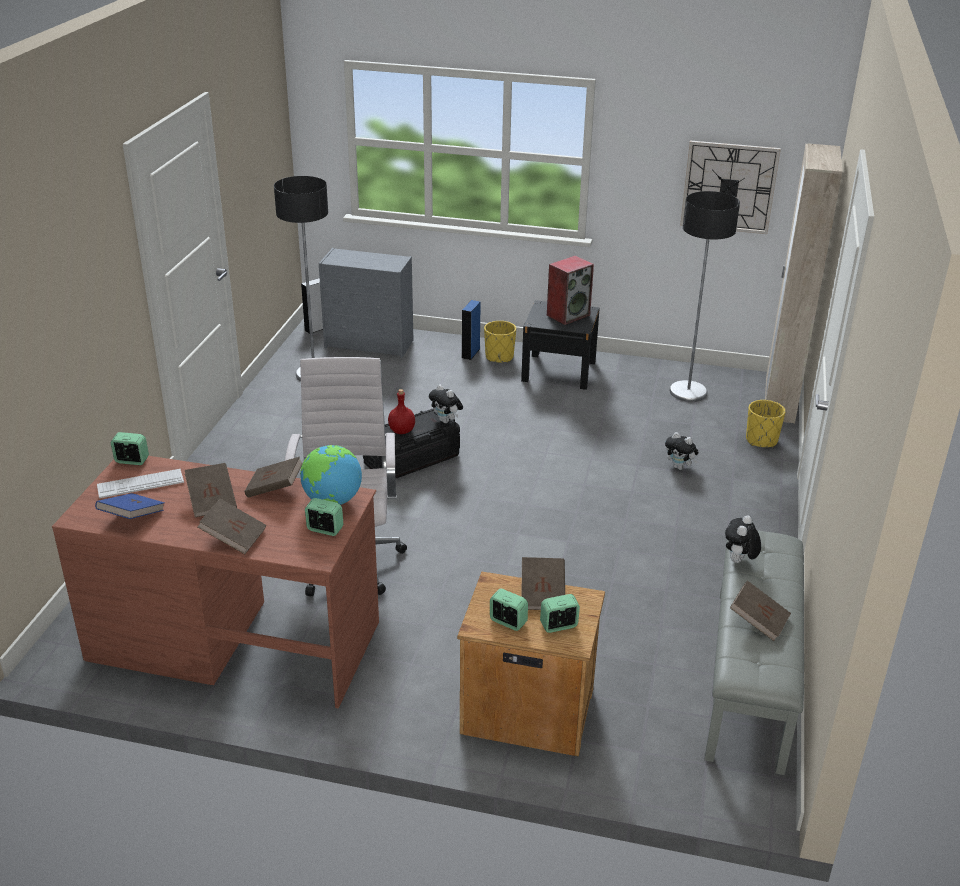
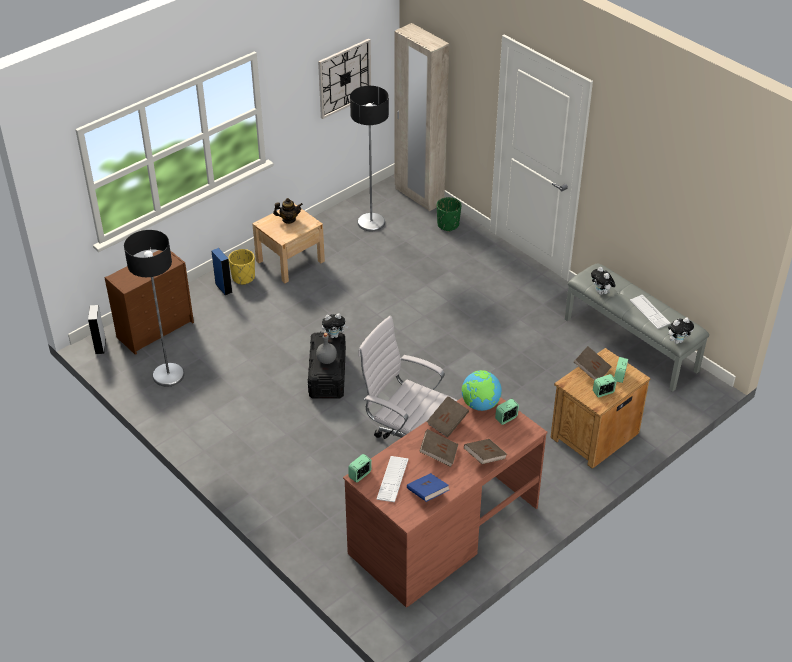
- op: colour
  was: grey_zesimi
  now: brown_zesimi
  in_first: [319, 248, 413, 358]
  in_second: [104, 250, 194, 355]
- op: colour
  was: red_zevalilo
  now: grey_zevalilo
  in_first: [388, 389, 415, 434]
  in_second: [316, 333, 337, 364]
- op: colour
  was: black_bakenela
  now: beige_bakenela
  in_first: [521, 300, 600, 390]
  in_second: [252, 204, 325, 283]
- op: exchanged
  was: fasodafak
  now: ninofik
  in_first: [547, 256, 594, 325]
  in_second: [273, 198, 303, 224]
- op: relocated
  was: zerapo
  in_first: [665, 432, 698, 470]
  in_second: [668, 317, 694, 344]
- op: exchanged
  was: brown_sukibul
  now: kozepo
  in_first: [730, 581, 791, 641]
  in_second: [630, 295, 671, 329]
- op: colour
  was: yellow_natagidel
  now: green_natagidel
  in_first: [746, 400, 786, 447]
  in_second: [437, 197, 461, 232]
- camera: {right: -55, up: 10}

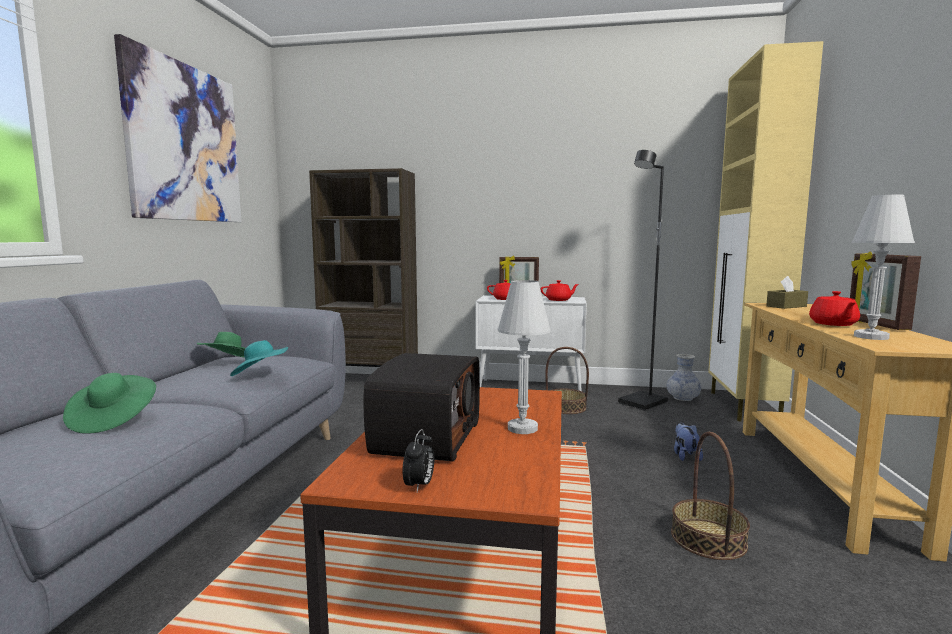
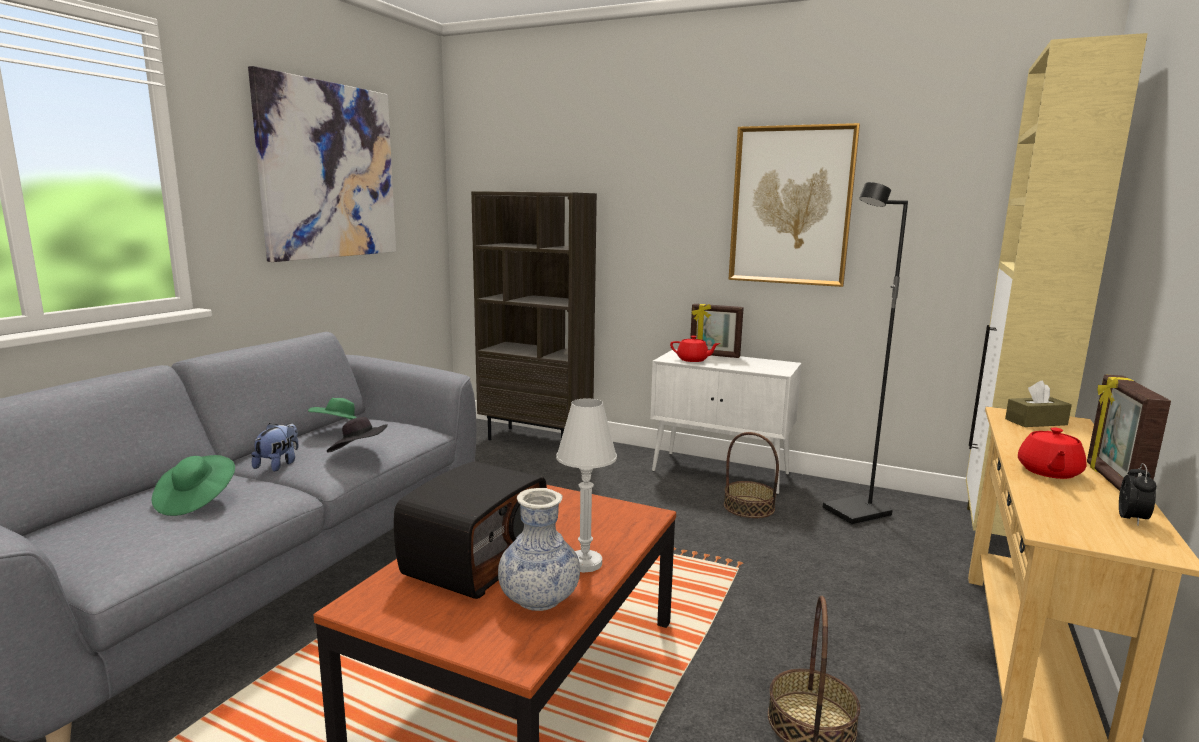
- op: colour
  was: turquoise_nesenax
  now: black_nesenax
  in_first: [230, 340, 288, 376]
  in_second: [327, 417, 388, 452]
- op: relocated
  was: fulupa
  in_first: [403, 429, 434, 492]
  in_second: [1119, 463, 1157, 526]
- op: missing
  was: red_ninofik
  in_first: [540, 280, 579, 301]
- op: relocated
  was: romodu
  in_first: [666, 354, 701, 401]
  in_second: [498, 488, 580, 611]
- op: relocated
  was: zerapo
  in_first: [674, 423, 703, 461]
  in_second: [252, 423, 299, 472]
- op: missing
  was: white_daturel
  in_first: [852, 195, 915, 340]
- op: appeared
  now: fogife
  in_second: [728, 123, 860, 287]
- camera: {right: 15, up: 5}

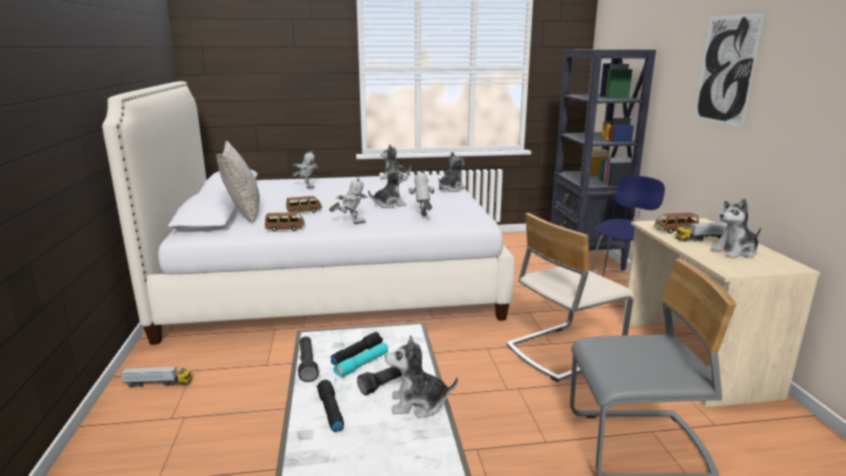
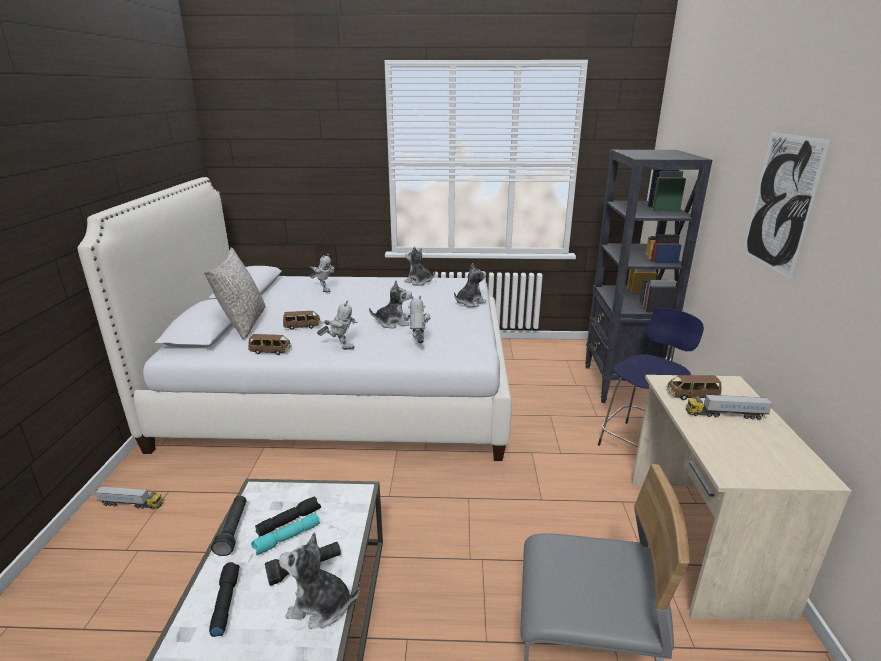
- op: missing
  was: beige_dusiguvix
  in_first: [506, 213, 634, 382]
- op: missing
  was: zerapo
  in_first: [711, 198, 761, 258]
- camera: {right: 10, up: 5}

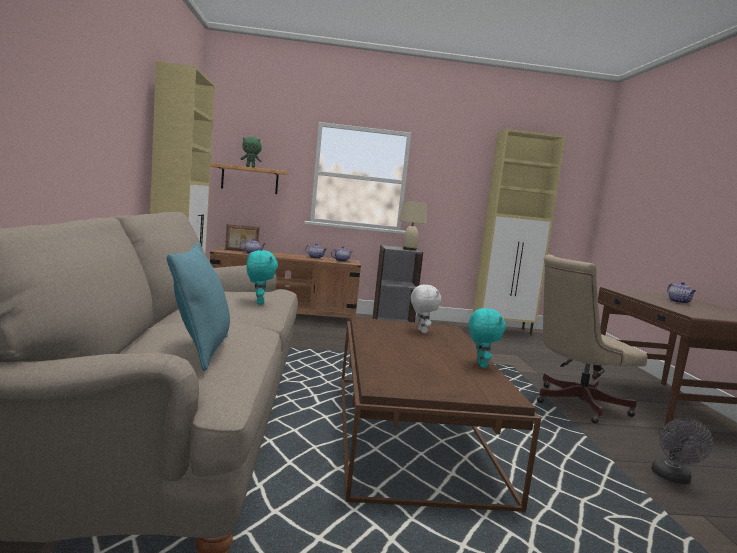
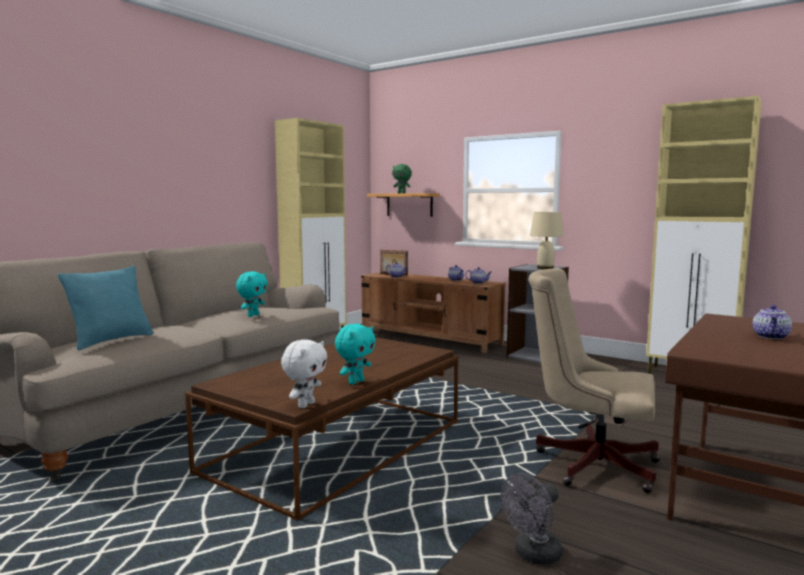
- op: relocated
  was: white_zerapo
  in_first: [411, 285, 441, 333]
  in_second: [281, 339, 327, 408]
- camera: {right: 40, up: 0}

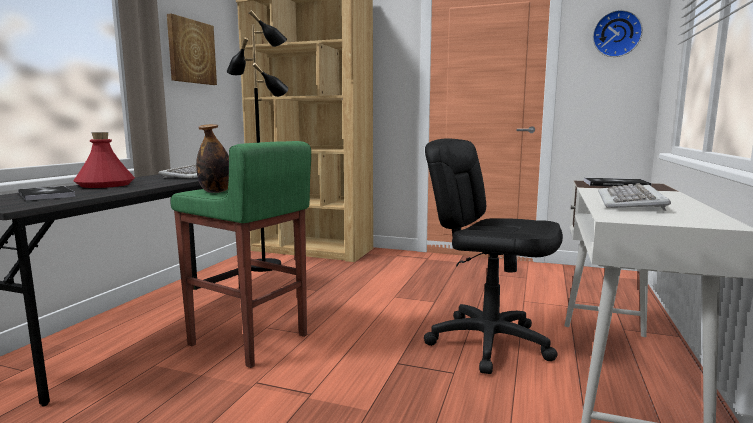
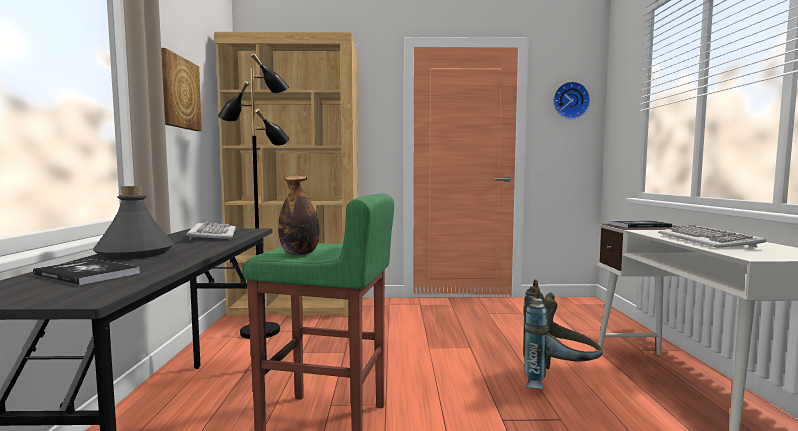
- op: colour
  was: red_zevalilo
  now: grey_zevalilo
  in_first: [73, 132, 135, 188]
  in_second: [93, 186, 174, 259]
- op: exchanged
  was: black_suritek
  now: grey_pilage
  in_first: [424, 139, 563, 374]
  in_second: [523, 279, 602, 389]
- camera: {right: -20, up: -5}

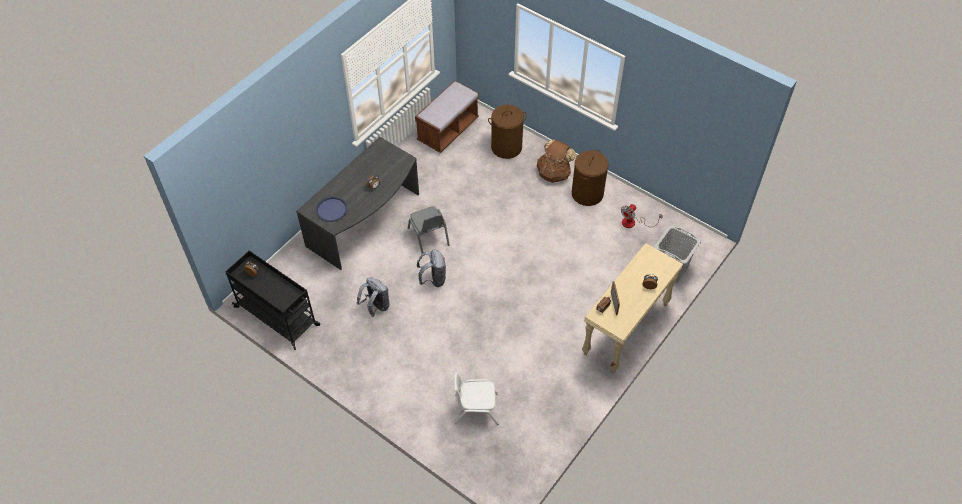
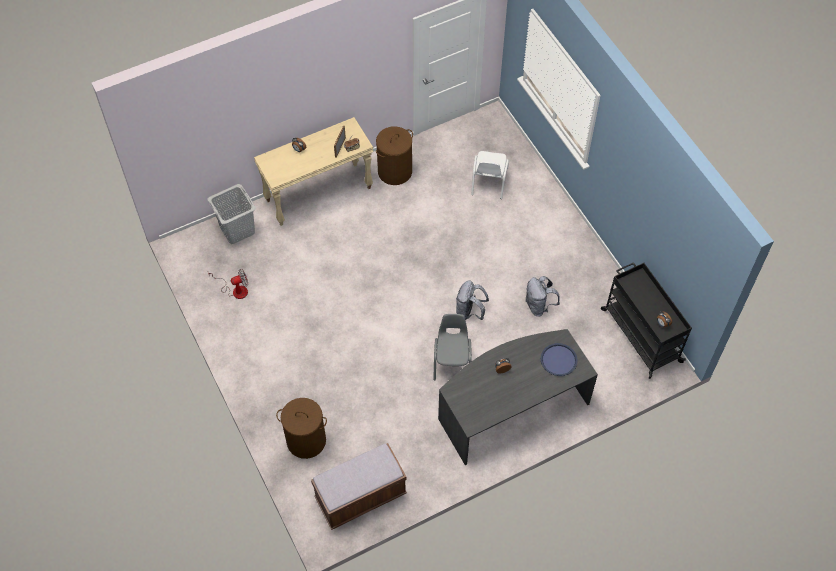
- op: spun
  was: white_dusiguvix
  in_first: [455, 373, 498, 425]
  in_second: [471, 151, 509, 199]
  clockwise: 75
- op: missing
  was: brown_pilage
  in_first: [537, 139, 576, 183]
- op: relocated
  was: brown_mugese
  in_first: [572, 150, 608, 206]
  in_second: [376, 126, 413, 185]
- camera: {right: -155, up: 5}

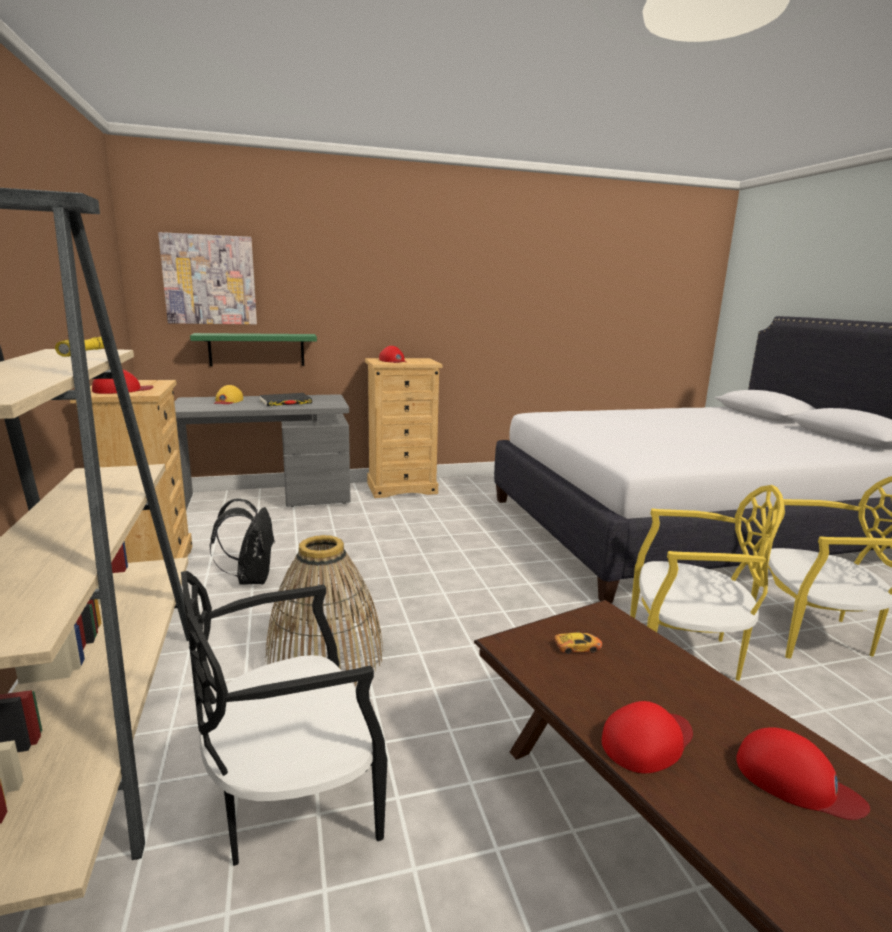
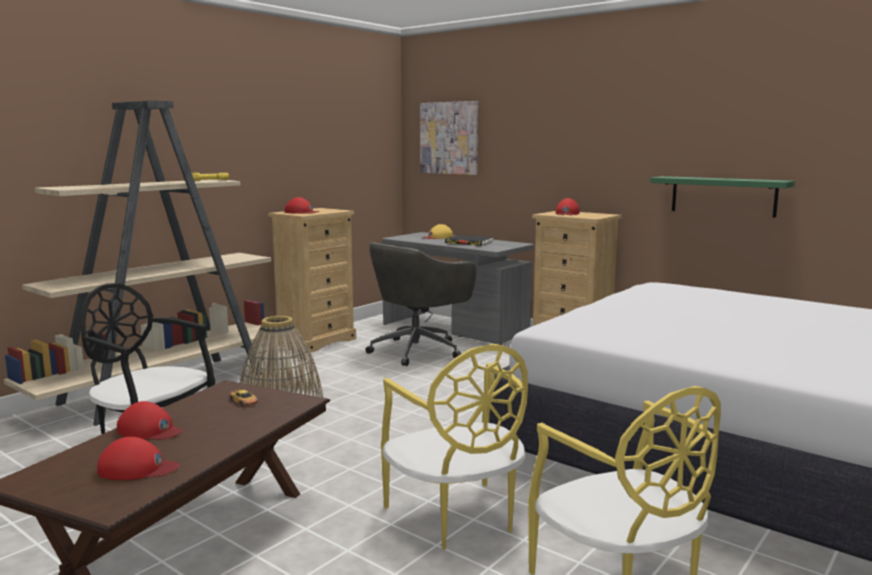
- op: relocated
  was: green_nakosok
  in_first: [190, 333, 317, 366]
  in_second: [650, 176, 795, 218]
- op: missing
  was: black_pilage
  in_first: [209, 498, 275, 585]
- op: spun
  was: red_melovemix
  in_first: [736, 727, 870, 820]
  in_second: [97, 437, 180, 480]
  clockwise: -90
- op: appeared
  now: grey_suritek
  in_second: [365, 242, 476, 366]
- camera: {right: 55, up: -5}

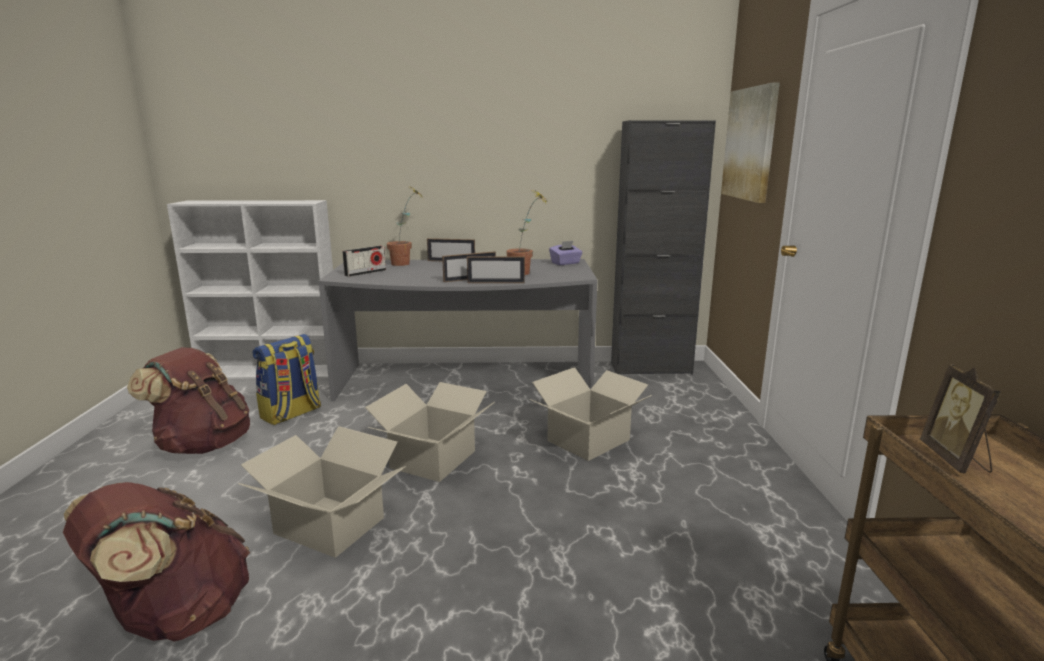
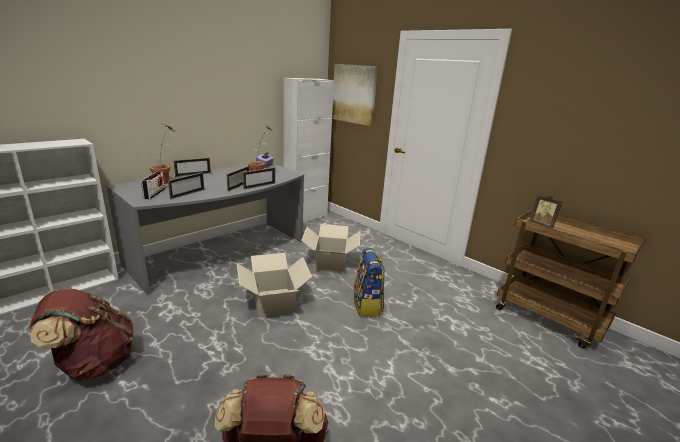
- op: missing
  was: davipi
  in_first: [238, 426, 406, 558]
- op: relocated
  was: pilage
  in_first: [253, 334, 321, 425]
  in_second: [353, 248, 385, 317]
- op: colour
  was: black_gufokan
  now: white_gufokan
  in_first: [611, 120, 716, 375]
  in_second: [283, 78, 334, 223]
- op: appeared
  now: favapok
  in_second: [168, 172, 204, 199]
- camera: {right: -45, up: 5}

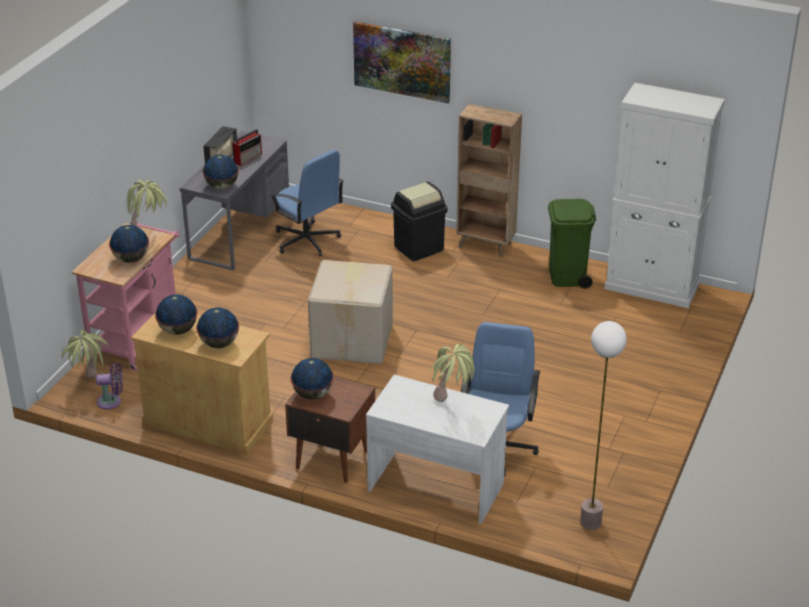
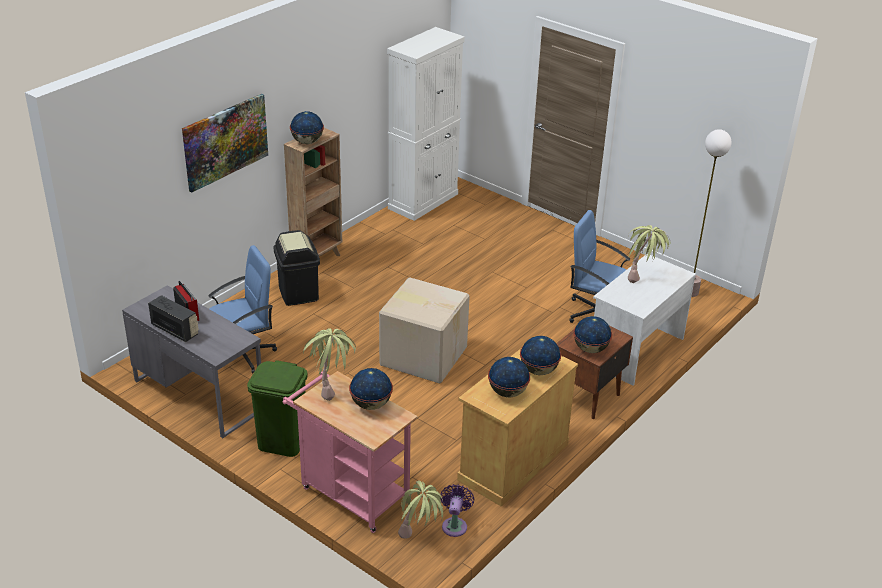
- op: relocated
  was: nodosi
  in_first: [203, 155, 239, 189]
  in_second: [290, 111, 324, 144]
- op: relocated
  was: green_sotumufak
  in_first: [548, 199, 596, 289]
  in_second: [247, 360, 308, 457]
- camera: {right: -75, up: 0}

